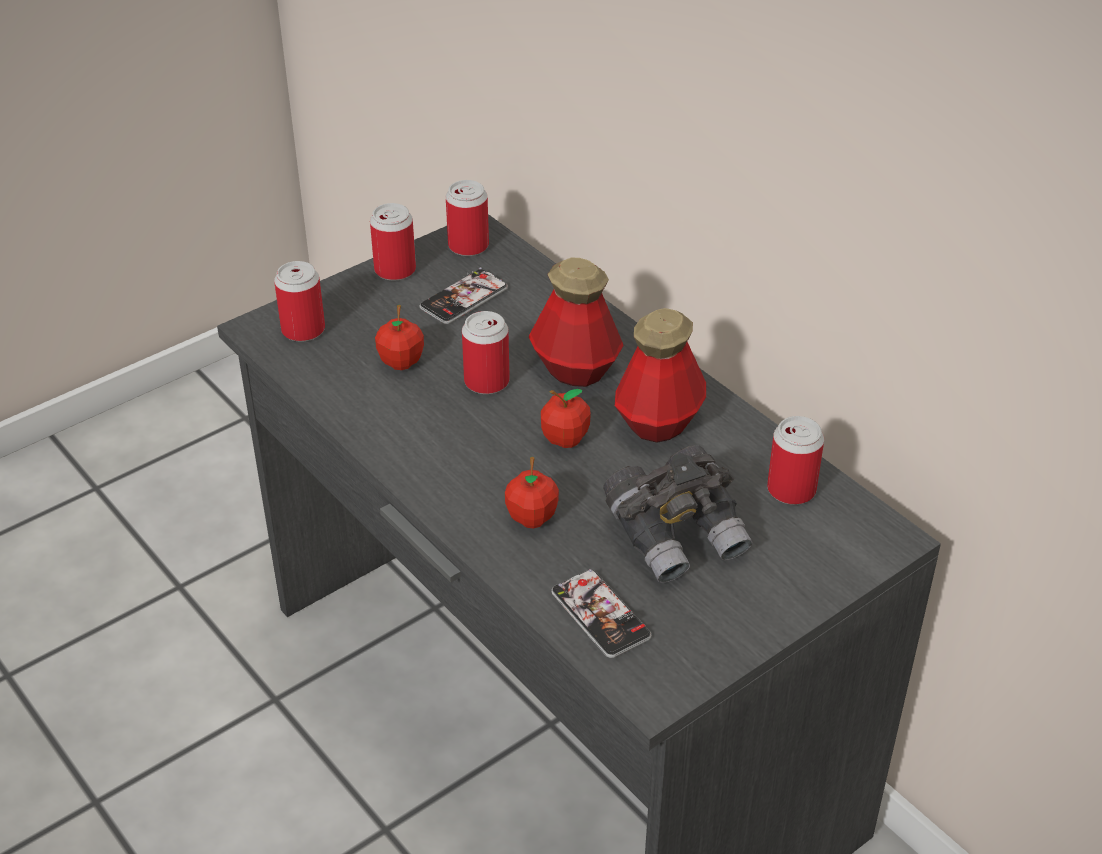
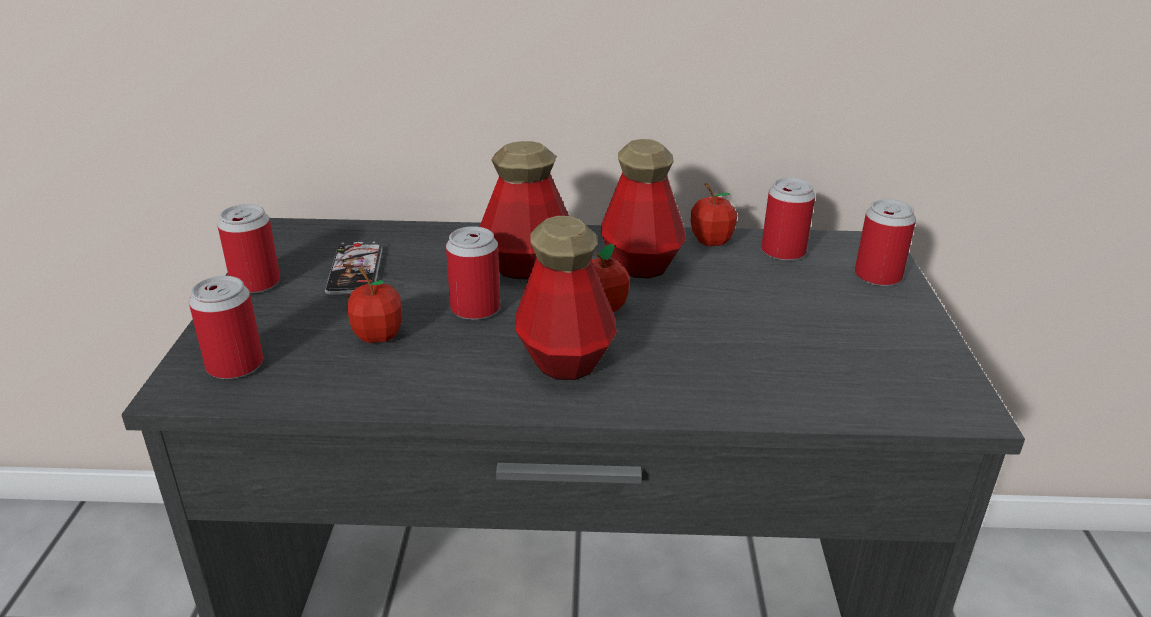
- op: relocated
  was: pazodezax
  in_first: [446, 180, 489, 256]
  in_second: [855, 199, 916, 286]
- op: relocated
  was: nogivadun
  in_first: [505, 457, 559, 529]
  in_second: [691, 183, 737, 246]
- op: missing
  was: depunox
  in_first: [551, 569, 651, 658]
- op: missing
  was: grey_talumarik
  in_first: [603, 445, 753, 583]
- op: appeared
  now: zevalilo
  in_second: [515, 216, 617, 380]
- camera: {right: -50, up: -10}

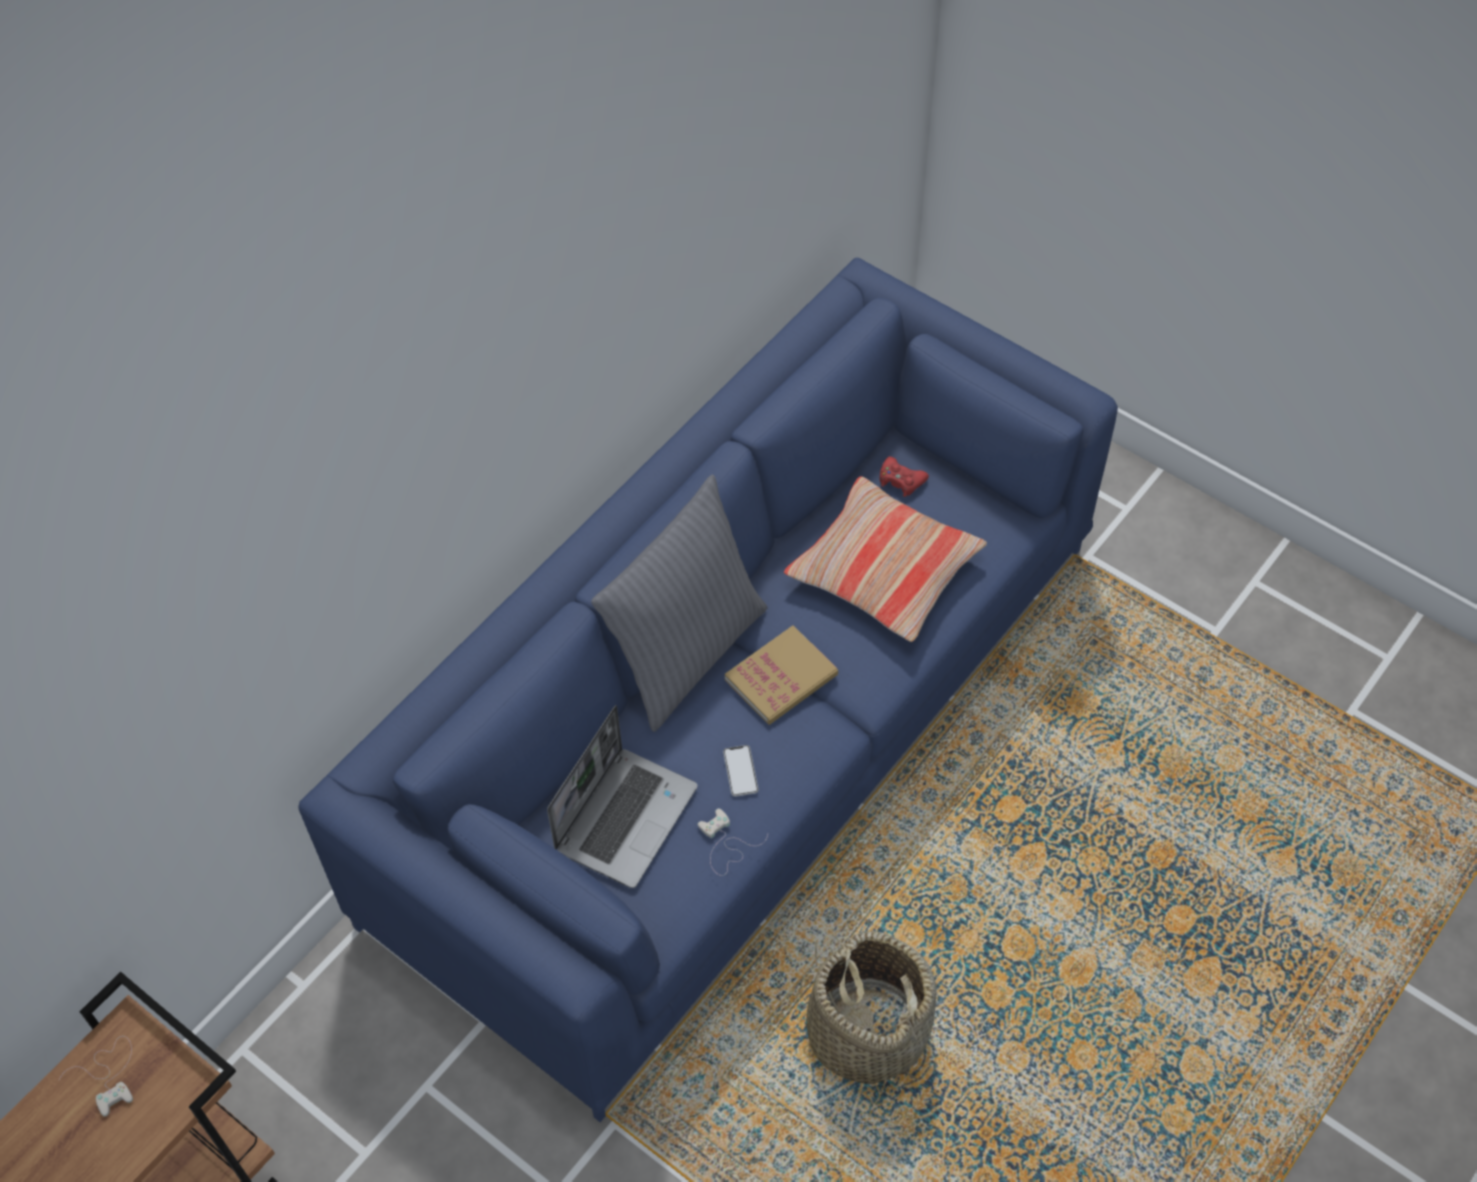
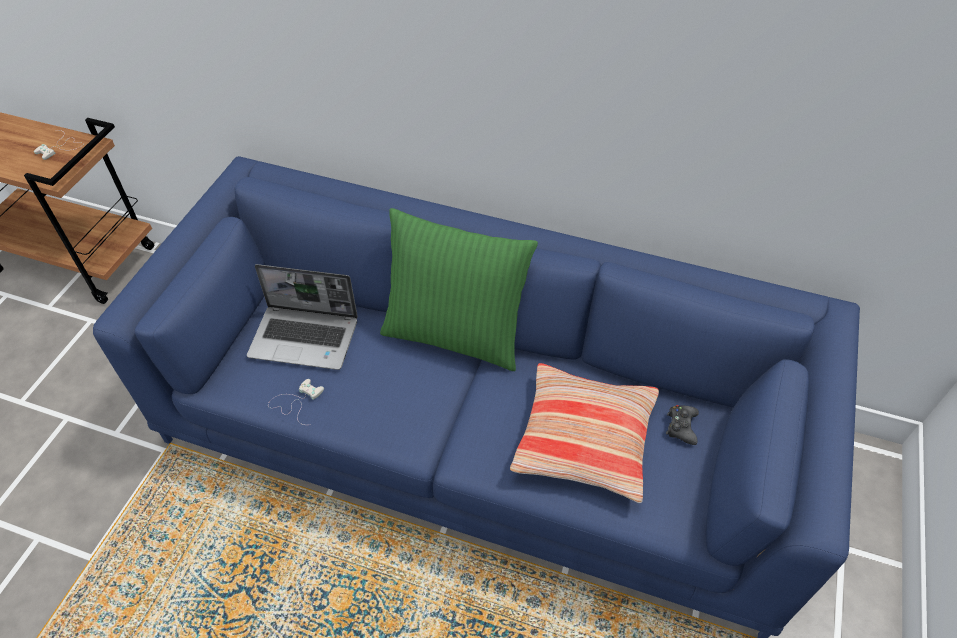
- op: colour
  was: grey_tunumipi
  now: green_tunumipi
  in_first: [591, 475, 767, 732]
  in_second: [380, 208, 538, 371]
- op: missing
  was: depunox
  in_first: [723, 745, 759, 797]
- op: missing
  was: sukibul
  in_first: [725, 625, 838, 725]
- op: missing
  was: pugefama
  in_first: [806, 931, 937, 1084]
- op: colour
  was: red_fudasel
  now: black_fudasel
  in_first: [880, 457, 929, 497]
  in_second: [666, 405, 699, 445]
- camera: {right: 70, up: -5}

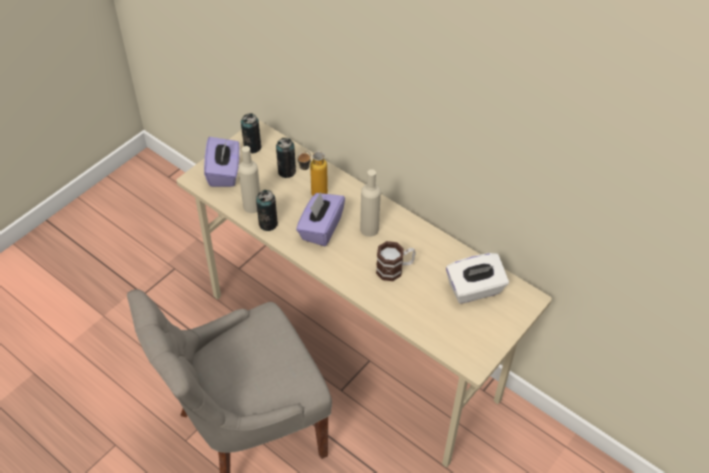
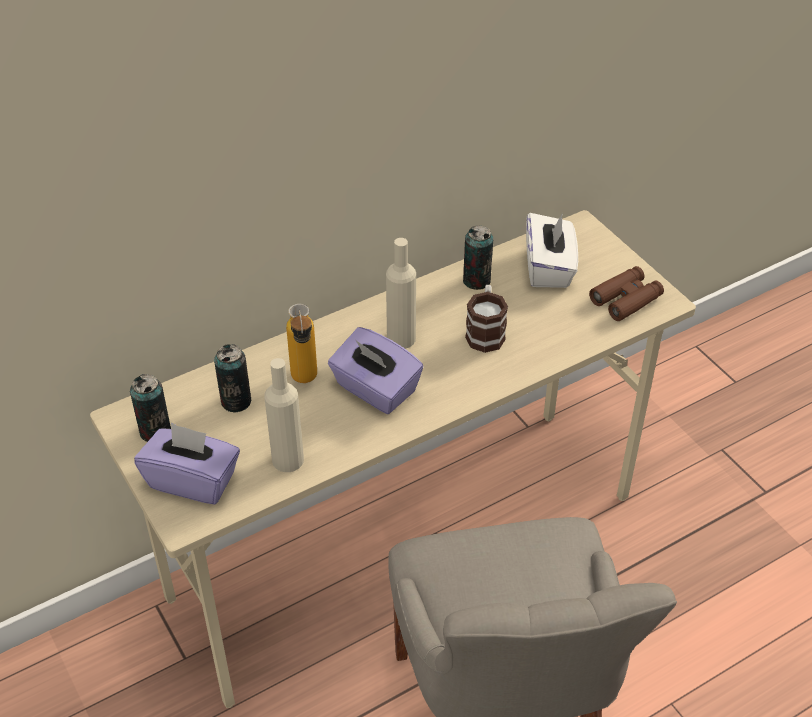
- op: relocated
  was: pazodezax
  in_first: [256, 190, 278, 231]
  in_second: [463, 225, 493, 290]
- op: appeared
  now: brown_talumarik
  in_second: [589, 266, 664, 321]
- camera: {right: -70, up: -5}

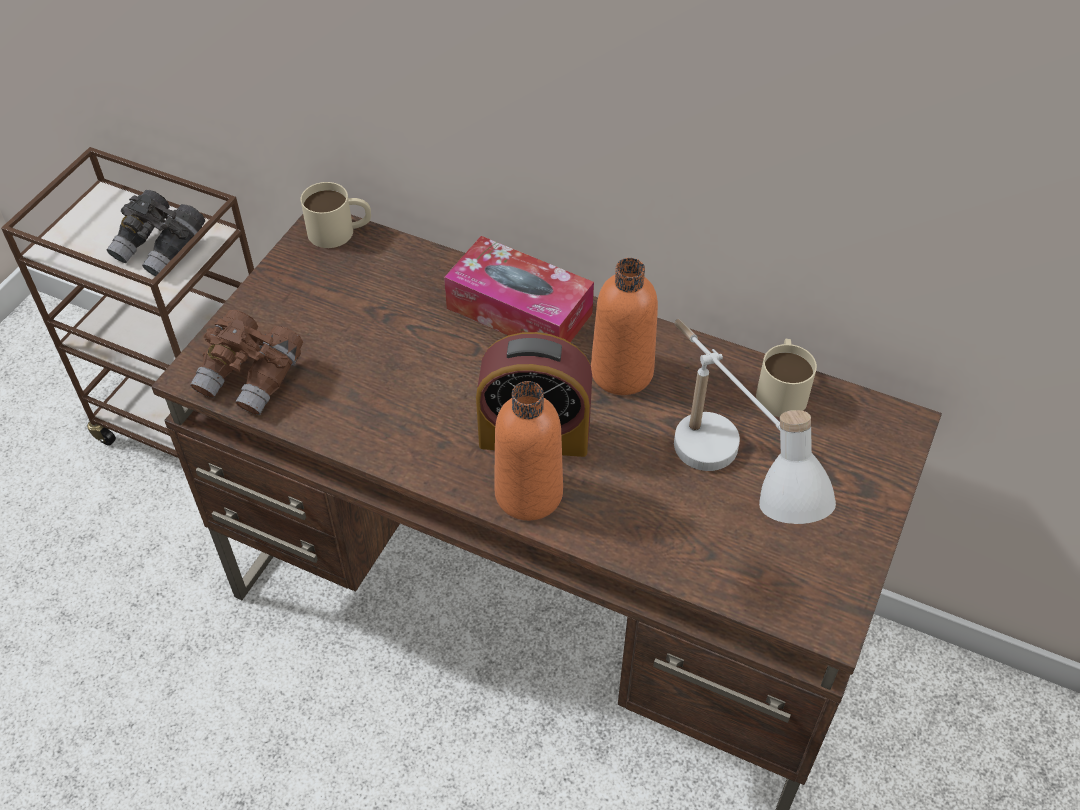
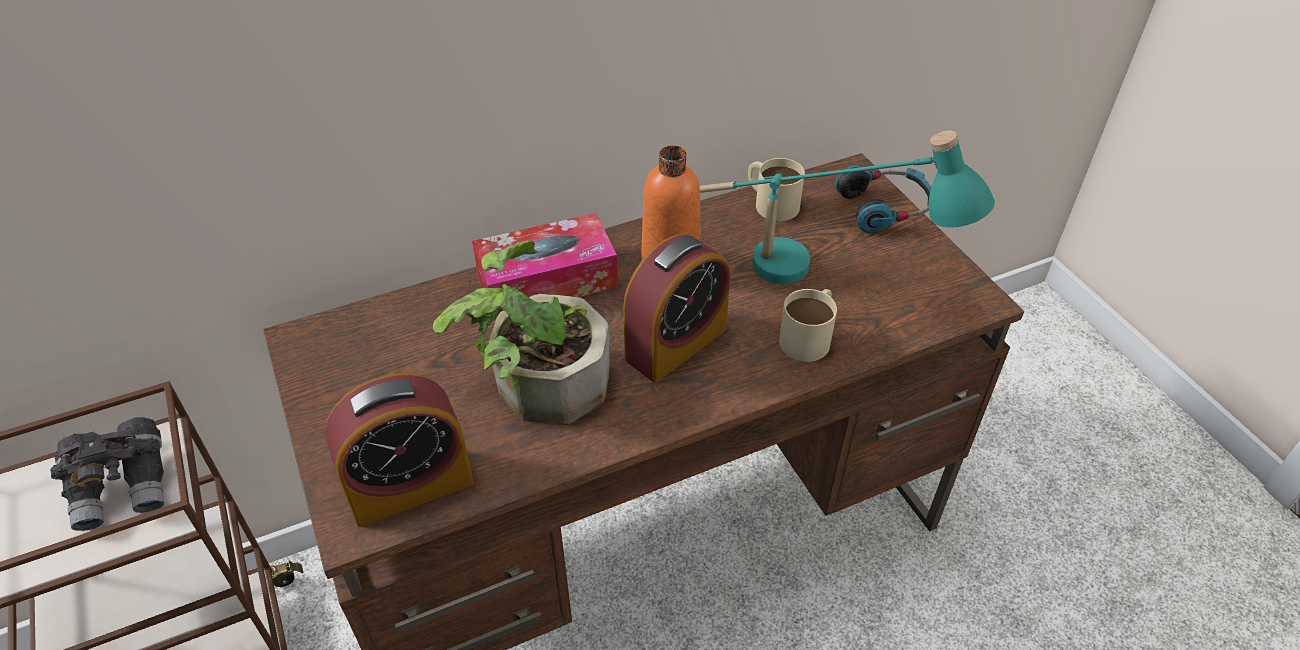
- op: exchanged
  was: brown_talumarik
  now: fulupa
  in_first: [190, 310, 303, 415]
  in_second: [325, 373, 474, 527]
- op: relocated
  was: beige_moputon
  in_first: [300, 182, 371, 248]
  in_second: [779, 289, 837, 362]
- op: missing
  was: orange_zevalilo
  in_first: [494, 381, 563, 521]
- op: colour
  was: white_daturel
  now: turquoise_daturel
  in_first: [674, 319, 836, 524]
  in_second: [699, 131, 995, 284]
- op: appeared
  now: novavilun
  in_second: [433, 240, 610, 425]
- op: appeared
  now: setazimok
  in_second: [835, 165, 931, 233]
- camera: {right: -50, up: -5}

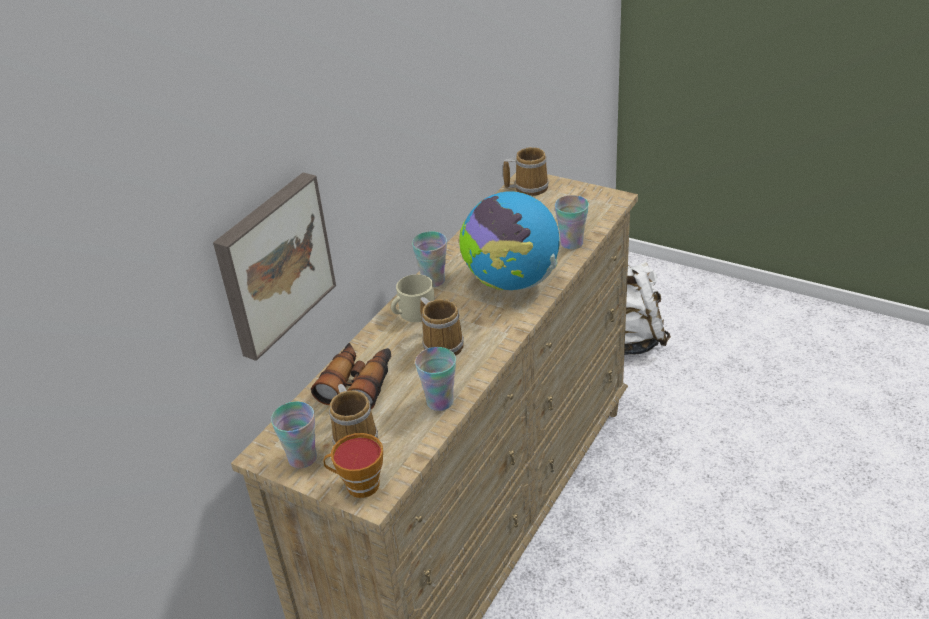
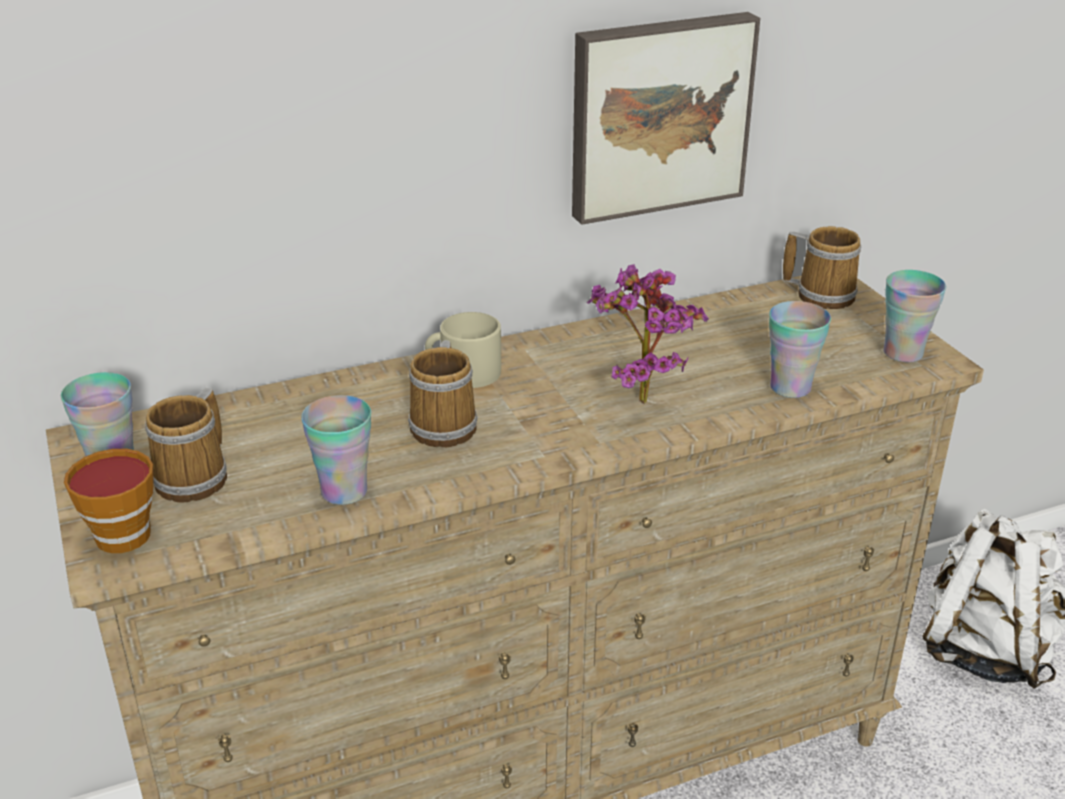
- op: relocated
  was: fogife
  in_first: [213, 173, 336, 361]
  in_second: [572, 12, 760, 225]
- op: missing
  was: talumarik
  in_first: [311, 343, 391, 409]
- op: relocated
  was: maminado
  in_first: [412, 232, 447, 287]
  in_second: [884, 270, 946, 363]
- op: exchanged
  was: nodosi
  now: novavilun
  in_first: [459, 191, 560, 291]
  in_second: [587, 264, 709, 404]
- camera: {right: 35, up: -5}

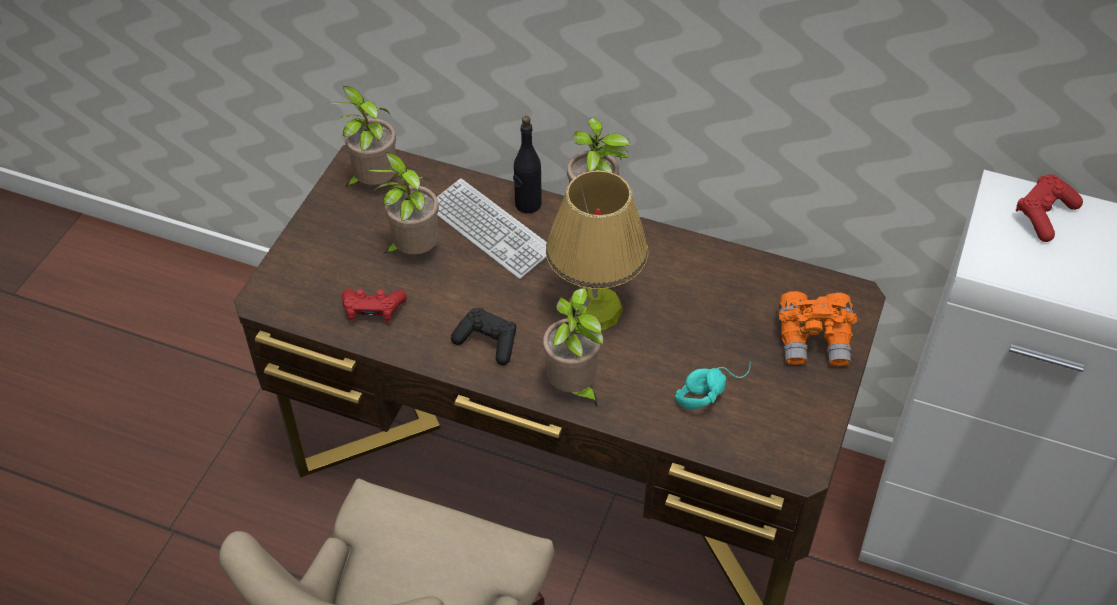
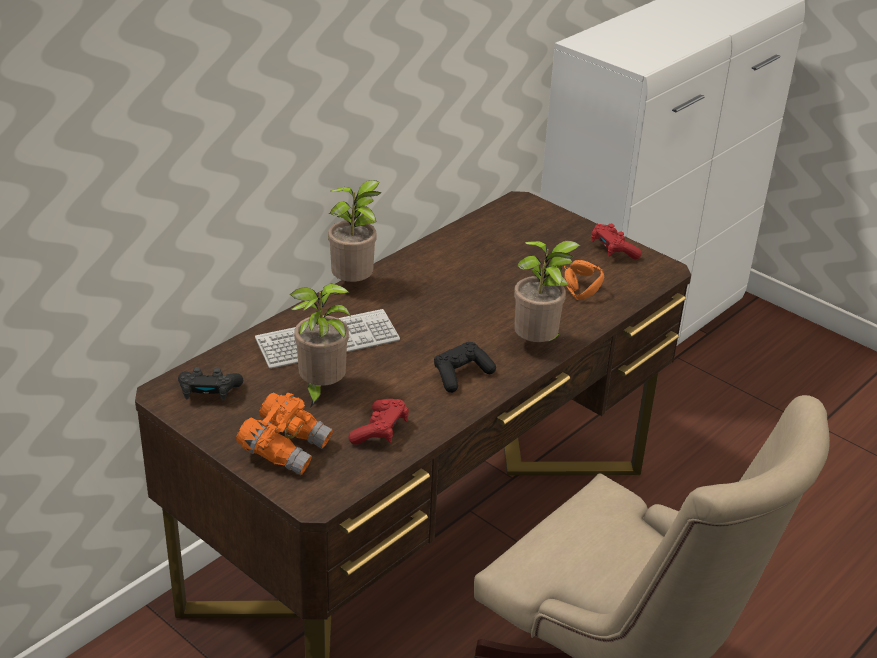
- op: exchanged
  was: novavilun
  now: black_fudasel
  in_first: [328, 86, 396, 187]
  in_second: [178, 367, 243, 401]
- op: missing
  was: black_zevalilo
  in_first: [513, 116, 542, 213]
- op: missing
  was: daturel
  in_first: [546, 170, 648, 330]
- op: colour
  was: turquoise_setazimok
  now: orange_setazimok
  in_first: [675, 362, 751, 410]
  in_second: [564, 260, 604, 300]
- op: relocated
  was: orange_talumarik
  in_first: [778, 291, 857, 366]
  in_second: [236, 393, 333, 475]
- op: relocated
  was: red_fudasel
  in_first: [1015, 174, 1083, 242]
  in_second: [591, 224, 642, 259]
- camera: {right: -70, up: -15}

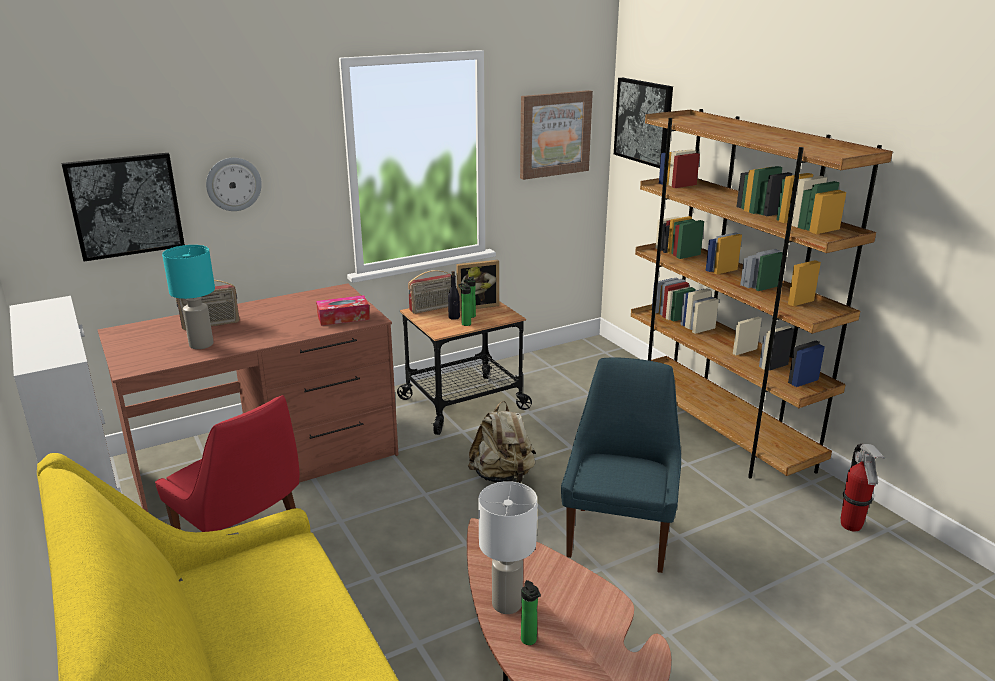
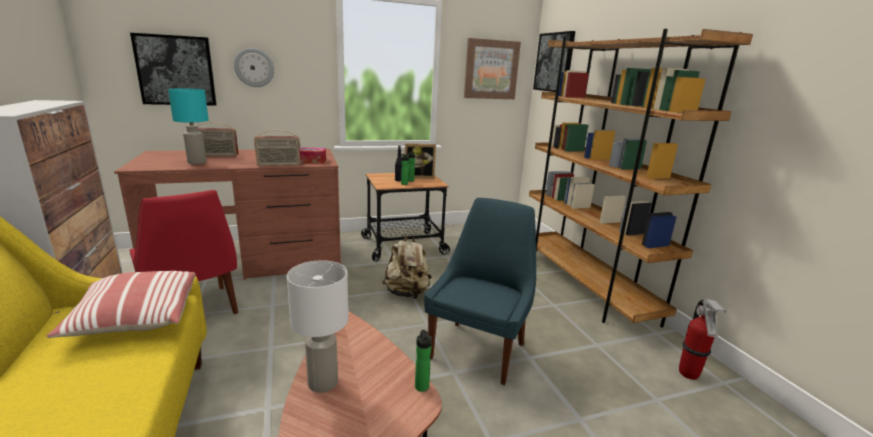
- op: relocated
  was: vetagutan
  in_first: [408, 270, 452, 314]
  in_second: [254, 130, 300, 166]
- op: relocated
  was: zevalilo
  in_first: [521, 580, 541, 645]
  in_second: [415, 330, 432, 392]
- op: appeared
  now: tunumipi
  in_second: [47, 271, 196, 338]
- camera: {right: 10, up: -5}

